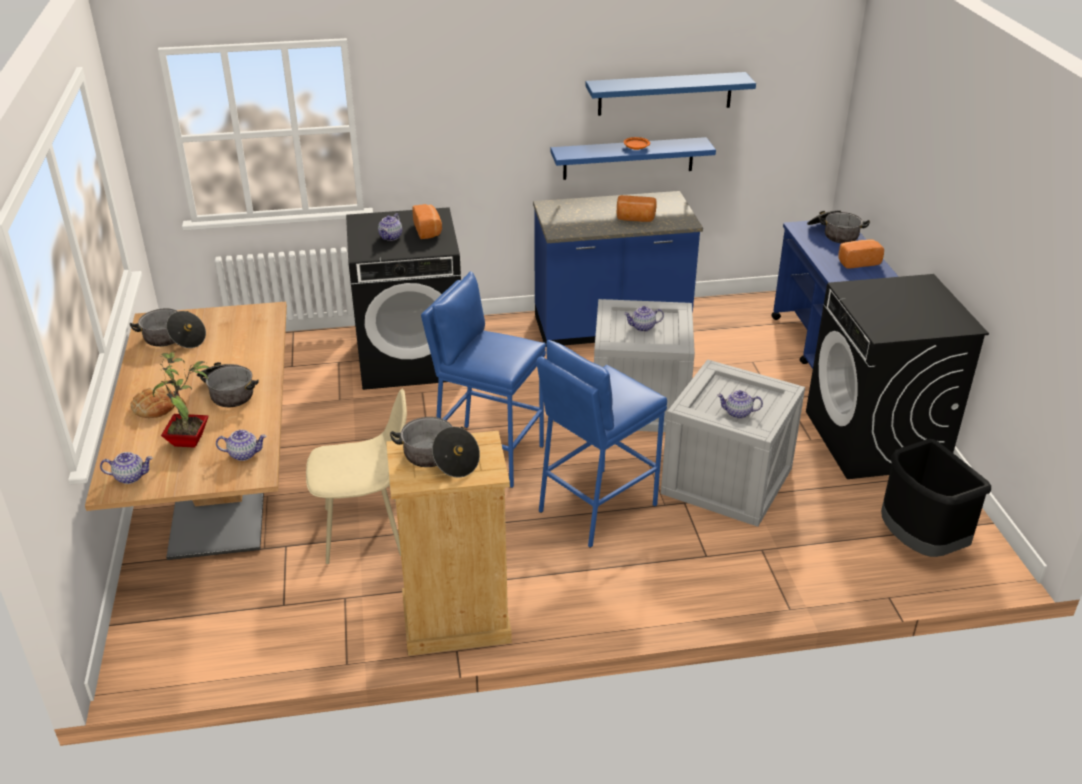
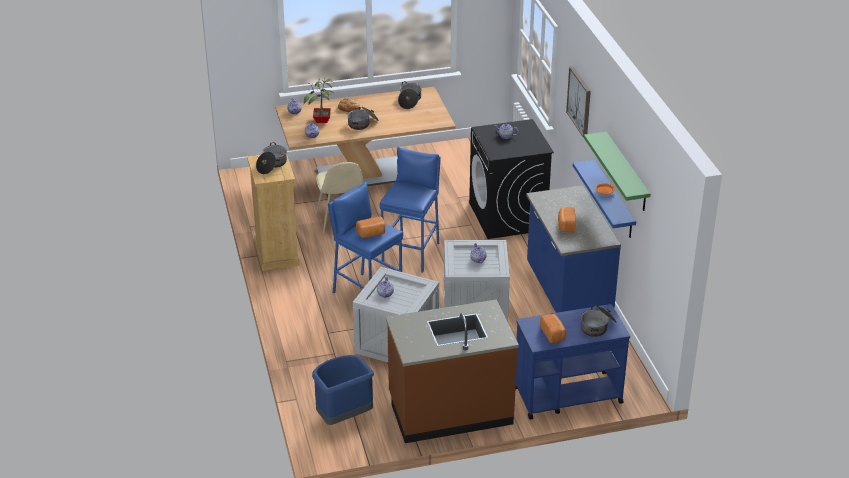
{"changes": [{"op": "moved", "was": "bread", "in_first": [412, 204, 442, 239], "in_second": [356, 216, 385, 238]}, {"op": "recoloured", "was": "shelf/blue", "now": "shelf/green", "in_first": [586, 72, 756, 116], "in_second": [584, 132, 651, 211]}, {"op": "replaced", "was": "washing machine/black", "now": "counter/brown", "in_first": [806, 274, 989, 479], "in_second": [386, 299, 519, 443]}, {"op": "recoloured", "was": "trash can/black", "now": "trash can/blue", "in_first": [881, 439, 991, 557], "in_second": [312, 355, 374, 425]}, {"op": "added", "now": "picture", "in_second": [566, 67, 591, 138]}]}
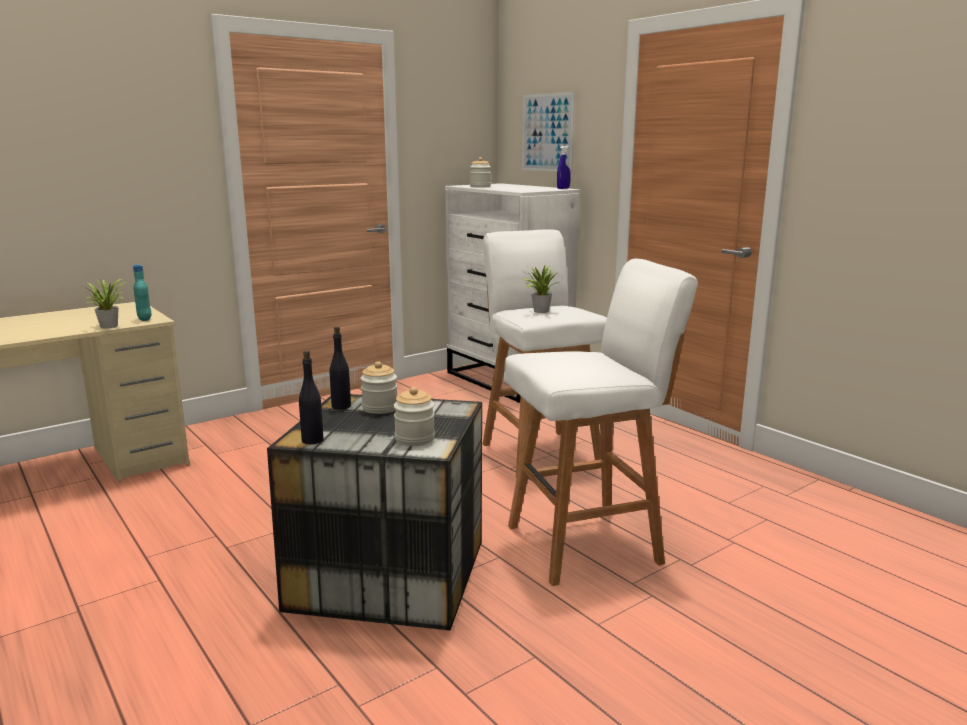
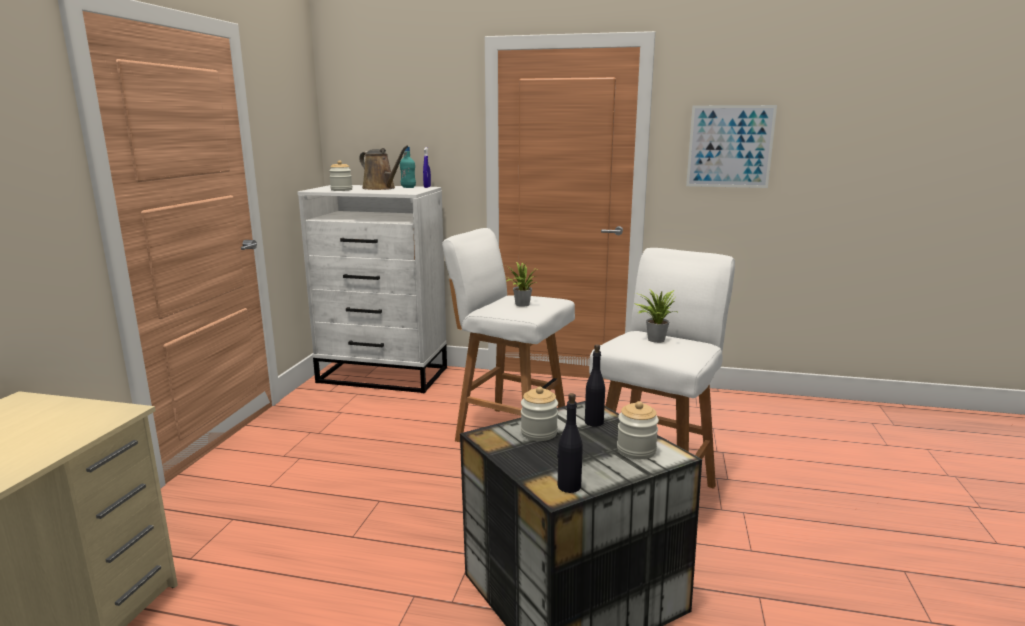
{"changes": [{"op": "moved", "was": "potted plant", "in_first": [86, 279, 128, 329], "in_second": [633, 289, 677, 343]}, {"op": "moved", "was": "bottle/turquoise", "in_first": [133, 265, 152, 321], "in_second": [400, 147, 416, 188]}, {"op": "moved", "was": "bottle/black", "in_first": [330, 326, 351, 410], "in_second": [585, 344, 605, 427]}, {"op": "moved", "was": "picture", "in_first": [522, 92, 575, 172], "in_second": [686, 105, 777, 188]}, {"op": "added", "now": "watering can/brown", "in_second": [359, 146, 408, 190]}]}
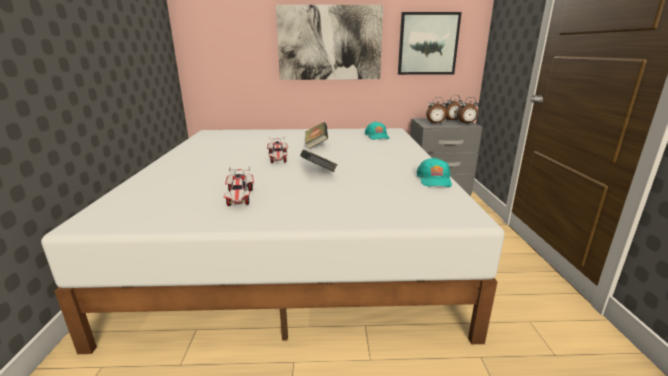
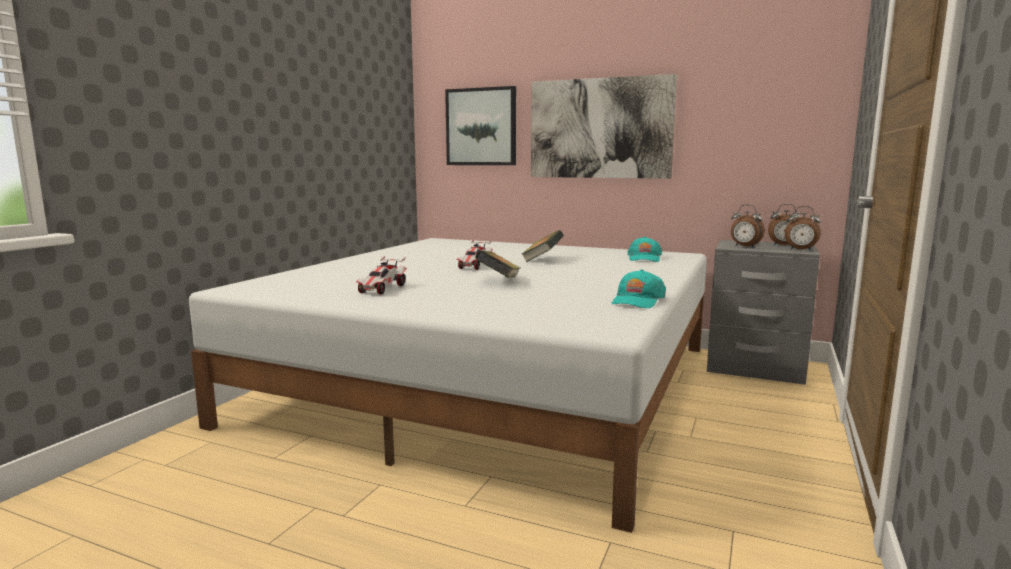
{"changes": [{"op": "moved", "was": "picture", "in_first": [398, 12, 462, 75], "in_second": [445, 86, 516, 165]}]}
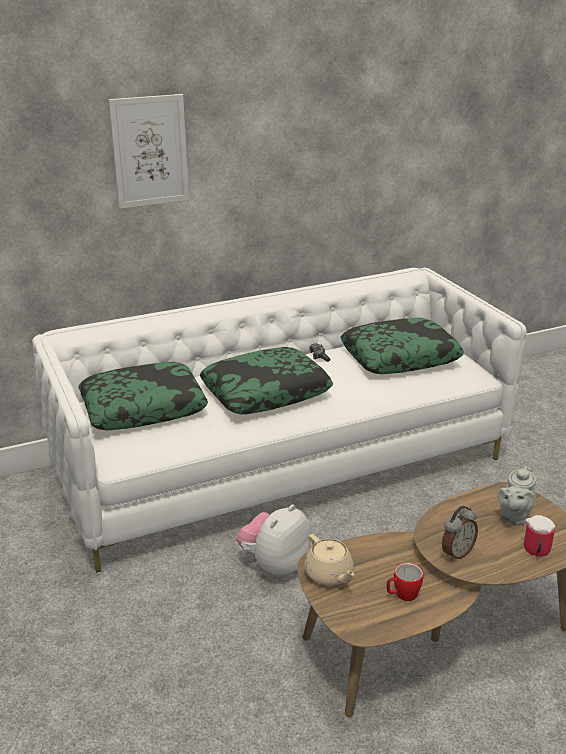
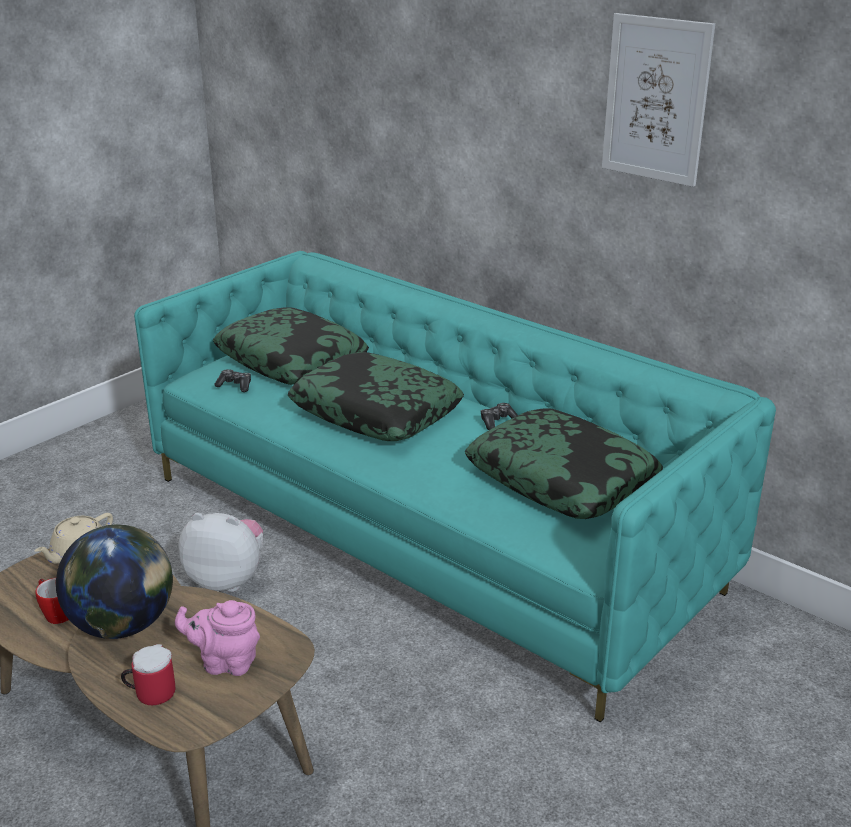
{"changes": [{"op": "recoloured", "was": "sofa/white", "now": "sofa/turquoise", "in_first": [32, 268, 527, 572], "in_second": [134, 251, 776, 722]}, {"op": "moved", "was": "picture", "in_first": [108, 94, 189, 209], "in_second": [602, 13, 715, 187]}, {"op": "replaced", "was": "alarm clock", "now": "globe", "in_first": [442, 506, 478, 561], "in_second": [56, 524, 173, 639]}, {"op": "recoloured", "was": "teapot/grey", "now": "teapot/pink", "in_first": [497, 466, 536, 526], "in_second": [175, 600, 260, 676]}, {"op": "added", "now": "game controller", "in_second": [214, 369, 251, 392]}]}
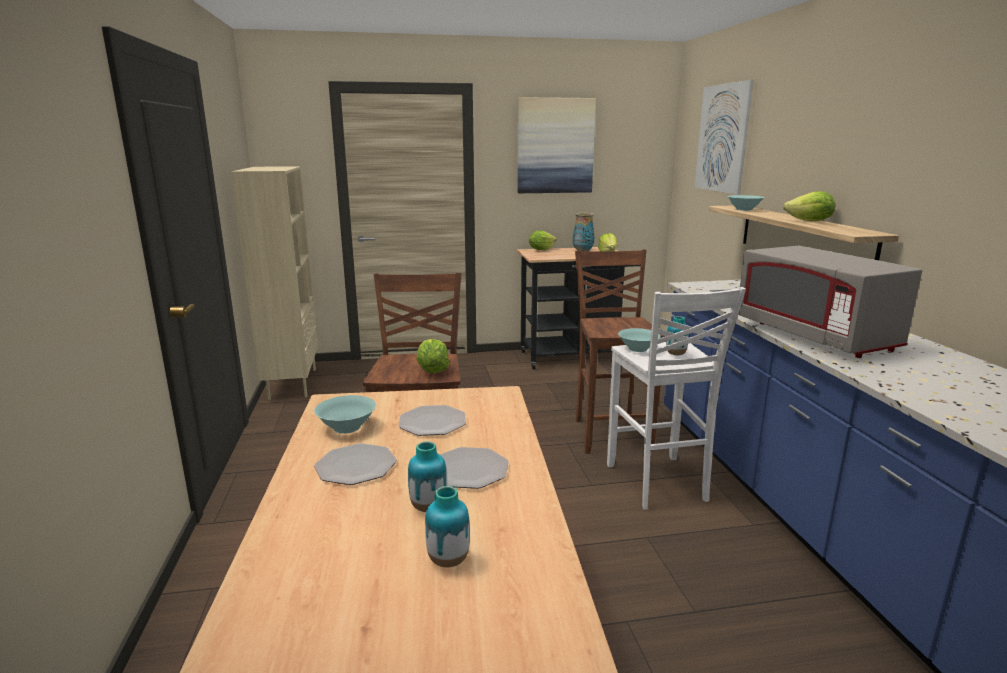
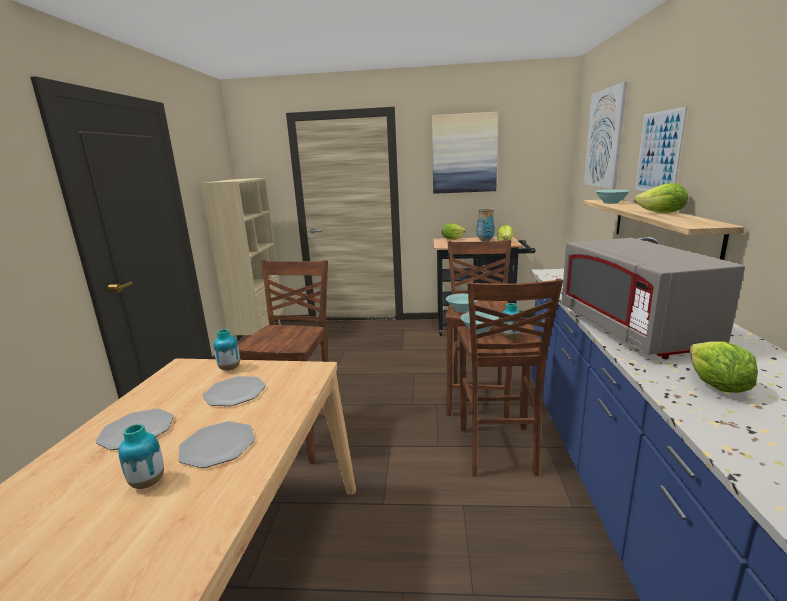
{"changes": [{"op": "moved", "was": "bowl/turquoise", "in_first": [314, 395, 376, 434], "in_second": [446, 294, 478, 312]}, {"op": "moved", "was": "lettuce", "in_first": [417, 339, 449, 373], "in_second": [690, 342, 758, 393]}, {"op": "moved", "was": "vase", "in_first": [425, 486, 470, 567], "in_second": [214, 329, 240, 371]}, {"op": "recoloured", "was": "stool/white", "now": "stool/brown", "in_first": [607, 287, 746, 510], "in_second": [457, 279, 563, 477]}, {"op": "added", "now": "picture", "in_second": [635, 106, 687, 191]}]}
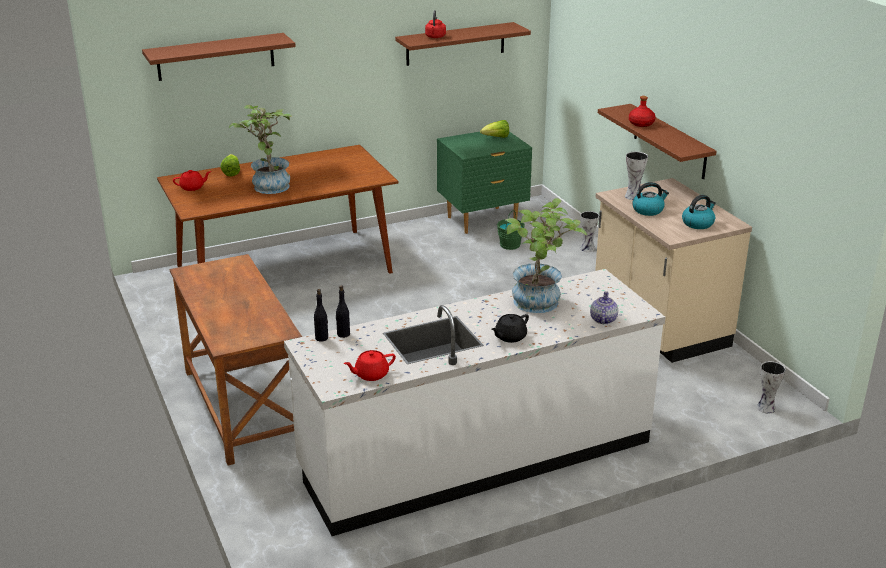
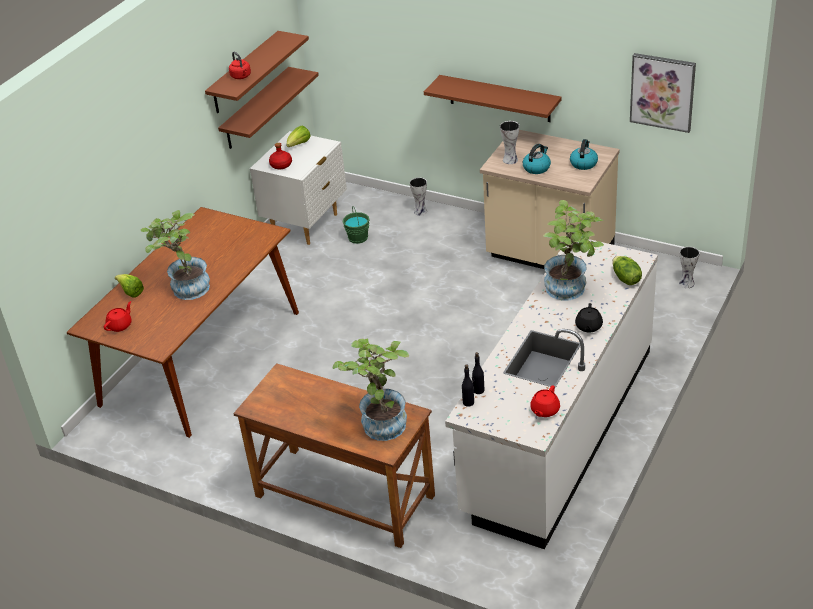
{"changes": [{"op": "moved", "was": "shelf/brown", "in_first": [142, 33, 296, 81], "in_second": [218, 67, 319, 149]}, {"op": "recoloured", "was": "nightstand/green", "now": "nightstand/white", "in_first": [437, 131, 532, 234], "in_second": [250, 131, 347, 245]}, {"op": "replaced", "was": "teapot", "now": "lettuce", "in_first": [590, 291, 618, 324], "in_second": [612, 256, 642, 285]}, {"op": "moved", "was": "bottle/red", "in_first": [629, 96, 655, 127], "in_second": [269, 143, 292, 169]}, {"op": "added", "now": "potted plant", "in_second": [333, 338, 409, 441]}, {"op": "added", "now": "picture", "in_second": [630, 53, 696, 133]}]}
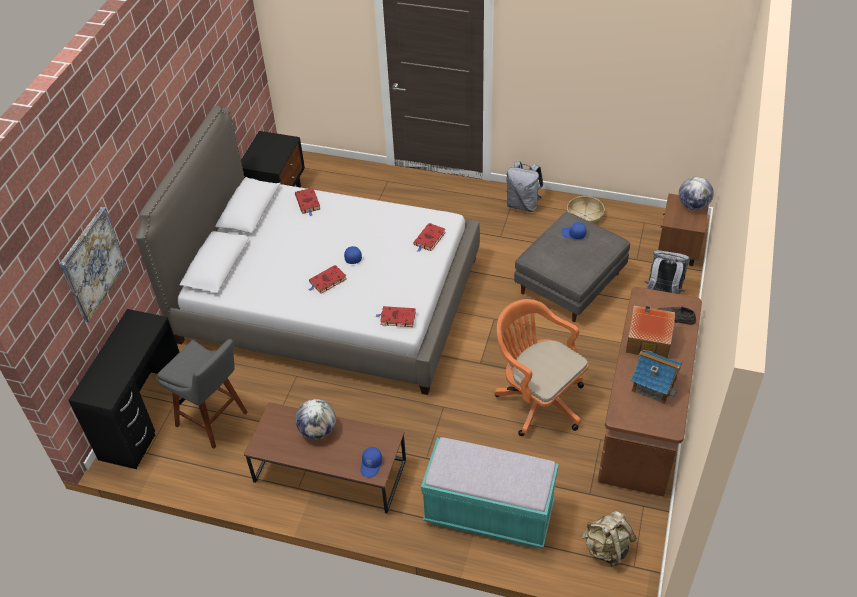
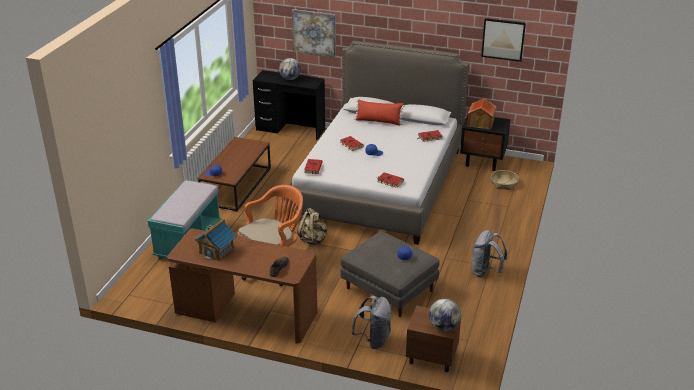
{"changes": [{"op": "removed", "was": "stool/grey", "in_first": [157, 339, 248, 449]}, {"op": "moved", "was": "globe", "in_first": [295, 399, 336, 439], "in_second": [279, 58, 301, 80]}, {"op": "moved", "was": "basket", "in_first": [567, 196, 605, 224], "in_second": [491, 170, 519, 190]}, {"op": "moved", "was": "backpack/beige", "in_first": [582, 511, 637, 567], "in_second": [297, 208, 328, 245]}, {"op": "moved", "was": "toy house", "in_first": [626, 306, 675, 358], "in_second": [467, 98, 497, 130]}, {"op": "added", "now": "pillow/red", "in_second": [354, 99, 405, 126]}, {"op": "added", "now": "picture", "in_second": [481, 18, 526, 62]}]}
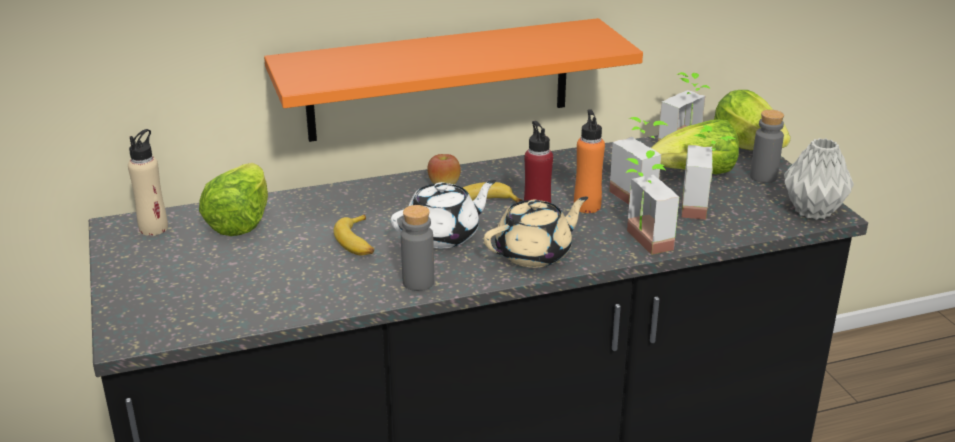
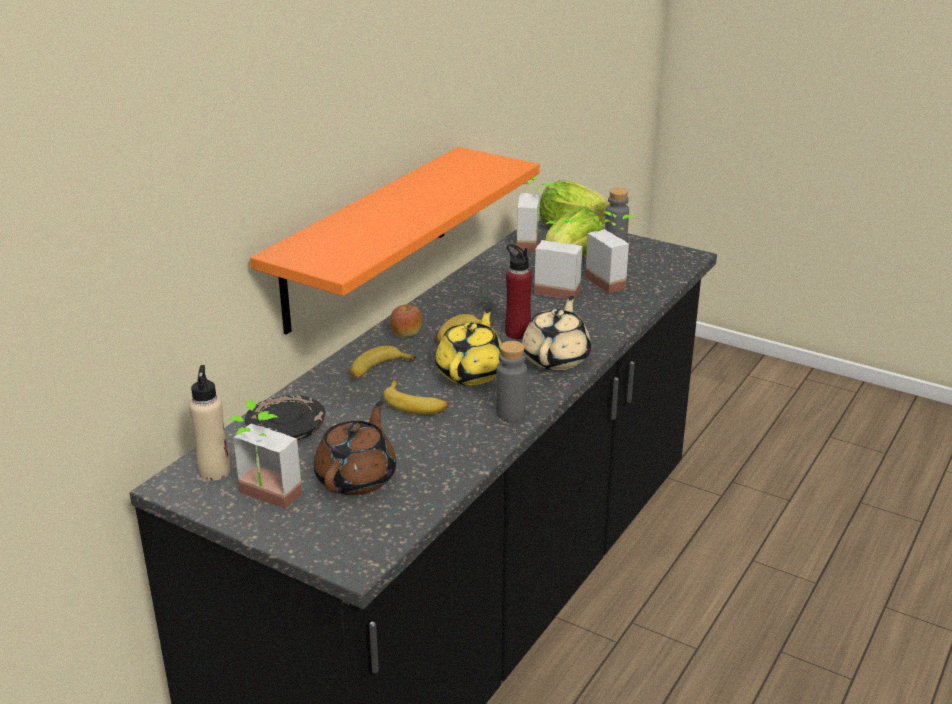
{"changes": [{"op": "replaced", "was": "lettuce", "now": "plate/black", "in_first": [199, 163, 268, 236], "in_second": [245, 395, 325, 440]}, {"op": "recoloured", "was": "teapot/white", "now": "teapot/yellow", "in_first": [391, 180, 496, 249], "in_second": [435, 308, 502, 385]}, {"op": "removed", "was": "bottle/orange", "in_first": [574, 109, 605, 213]}, {"op": "moved", "was": "potted plant", "in_first": [625, 150, 679, 255], "in_second": [228, 400, 302, 509]}, {"op": "removed", "was": "vase/grey", "in_first": [784, 138, 854, 220]}, {"op": "added", "now": "teapot/brown", "in_second": [314, 401, 396, 495]}, {"op": "added", "now": "banana", "in_second": [350, 346, 416, 379]}]}
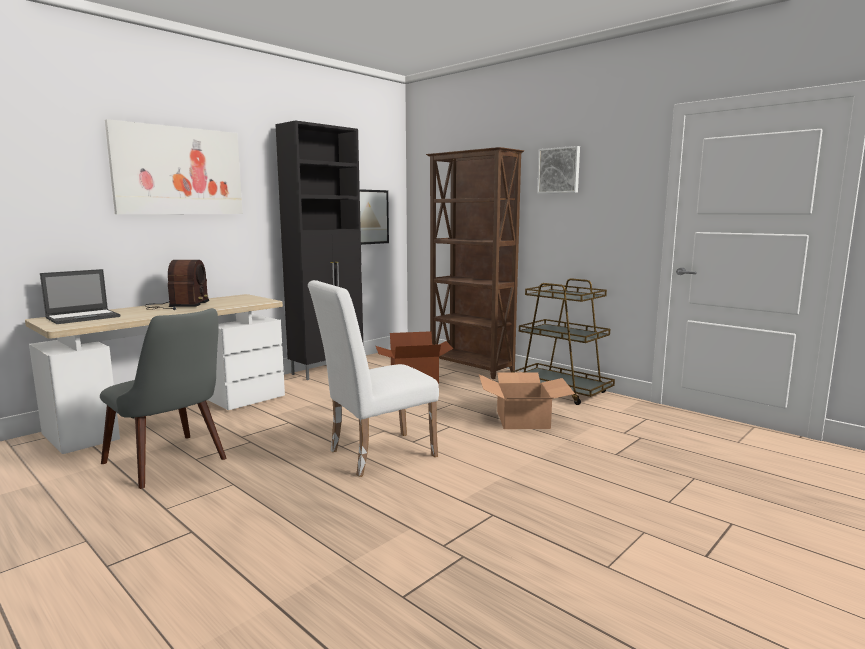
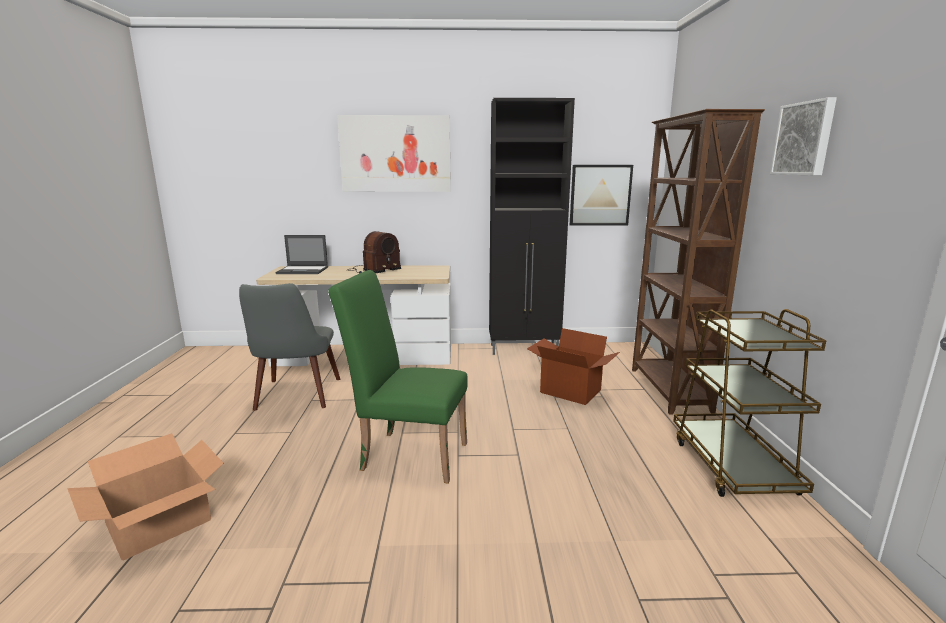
{"changes": [{"op": "recoloured", "was": "chair/white", "now": "chair/green", "in_first": [308, 280, 439, 477], "in_second": [328, 270, 468, 484]}, {"op": "moved", "was": "cardboard box", "in_first": [479, 372, 575, 429], "in_second": [67, 433, 224, 561]}]}
